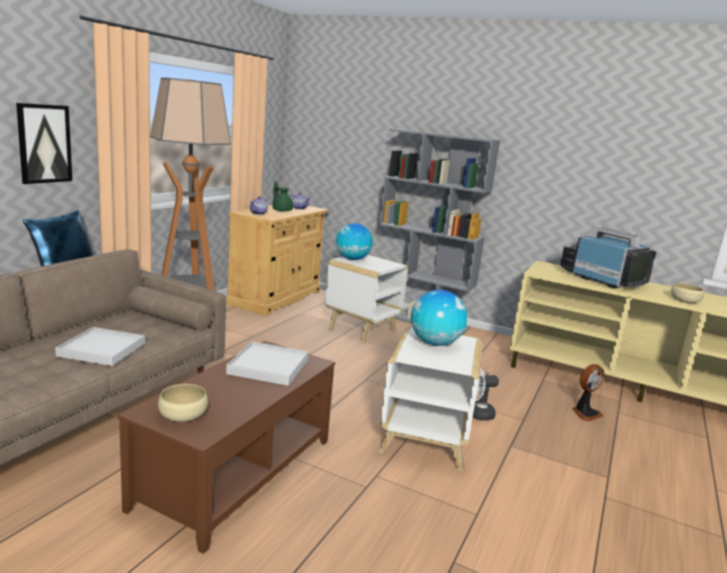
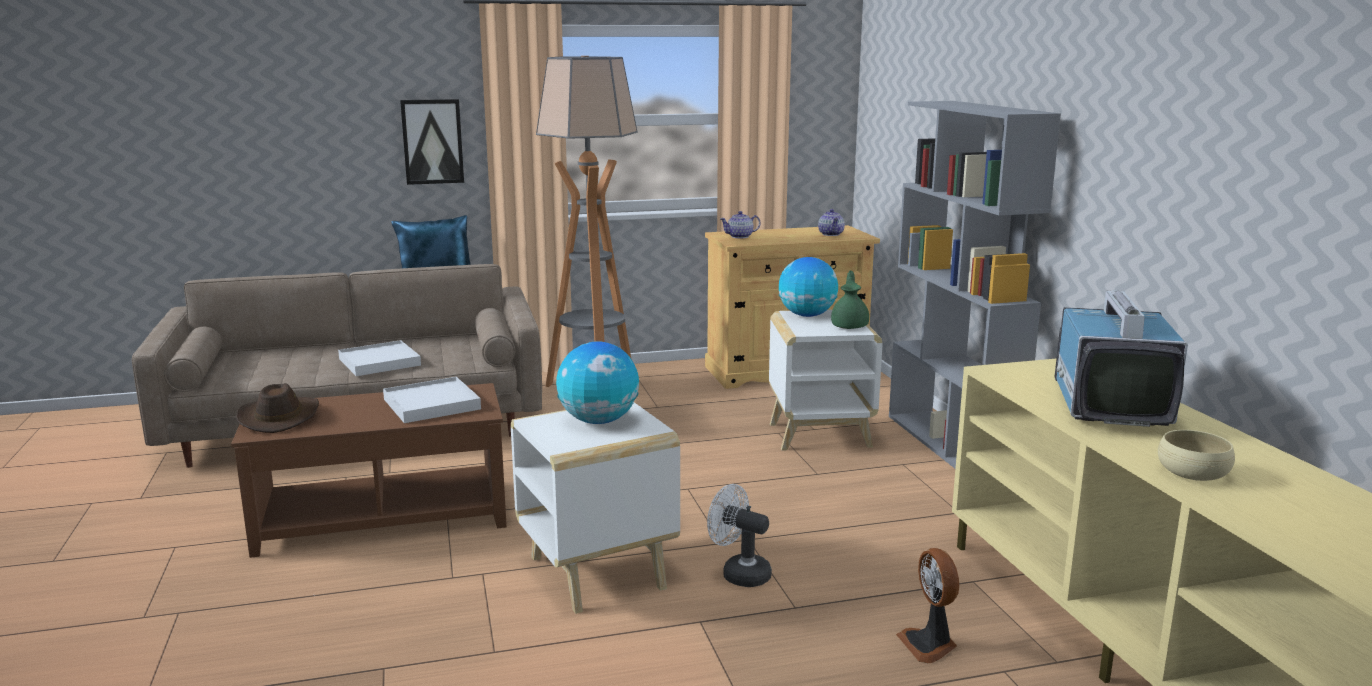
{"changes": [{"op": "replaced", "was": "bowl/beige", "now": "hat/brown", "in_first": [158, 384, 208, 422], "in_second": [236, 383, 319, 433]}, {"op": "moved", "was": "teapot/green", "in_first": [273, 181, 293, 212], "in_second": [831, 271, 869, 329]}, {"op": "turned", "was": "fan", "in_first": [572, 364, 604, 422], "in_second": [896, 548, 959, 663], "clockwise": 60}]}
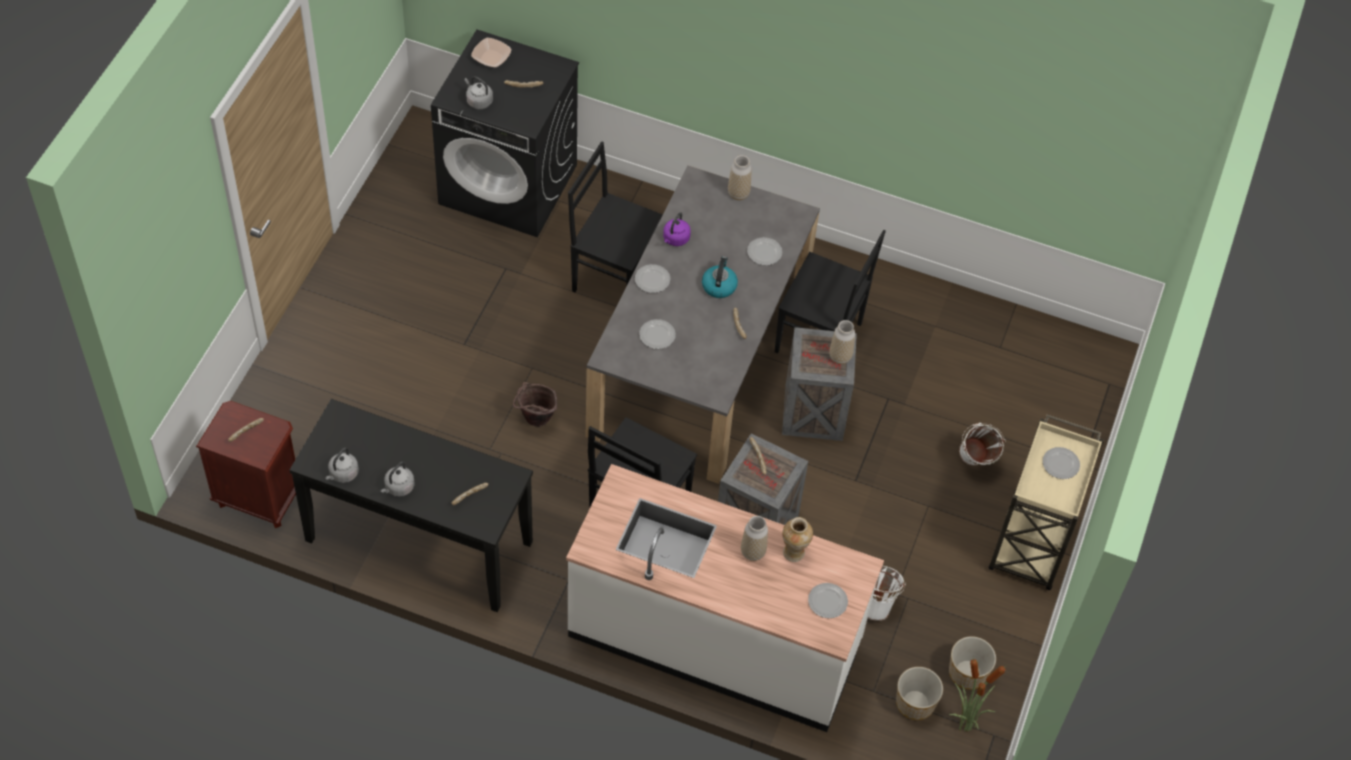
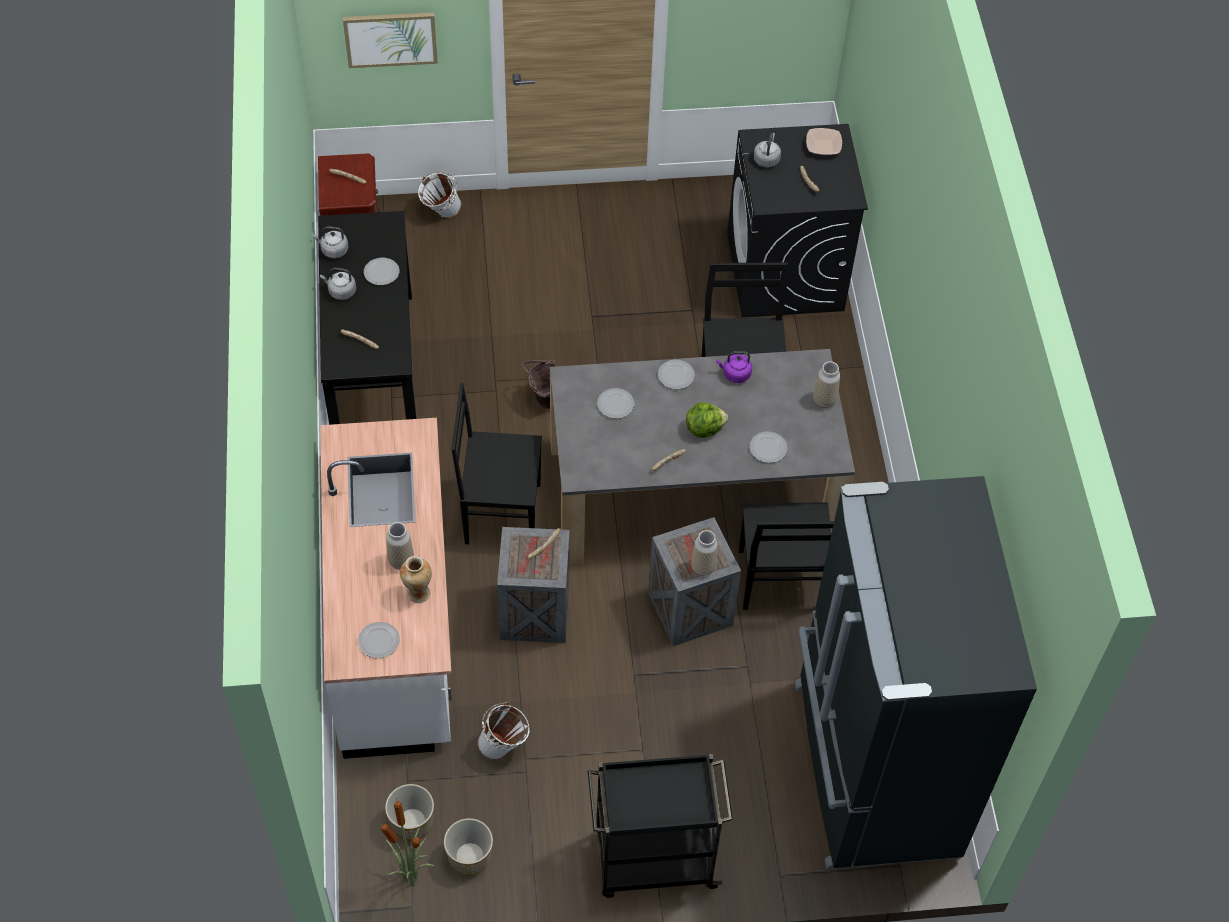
{"changes": [{"op": "replaced", "was": "kettle", "now": "lettuce", "in_first": [702, 256, 738, 298], "in_second": [686, 403, 728, 438]}, {"op": "moved", "was": "bucket/white", "in_first": [959, 423, 1005, 466], "in_second": [418, 172, 461, 218]}, {"op": "recoloured", "was": "cart/beige", "now": "cart/black", "in_first": [989, 414, 1104, 590], "in_second": [588, 754, 733, 898]}, {"op": "moved", "was": "plate", "in_first": [1043, 447, 1080, 479], "in_second": [364, 258, 400, 285]}, {"op": "added", "now": "picture", "in_second": [343, 12, 438, 68]}, {"op": "added", "now": "fridge/black", "in_second": [795, 476, 1037, 869]}]}
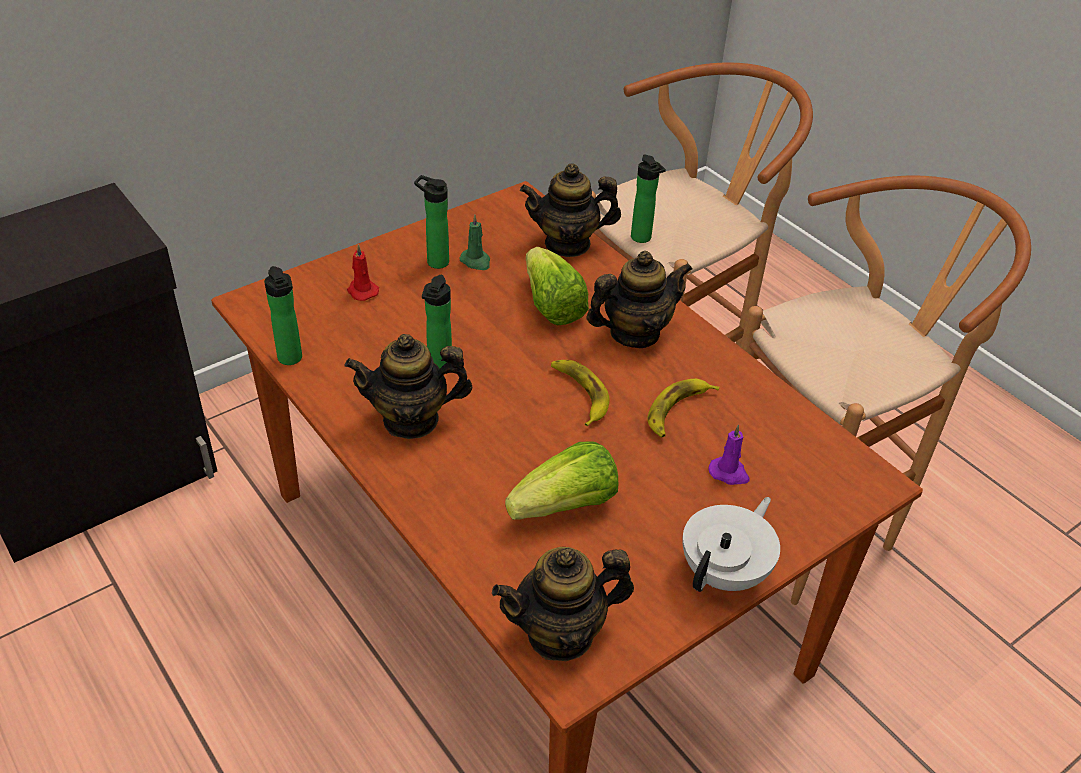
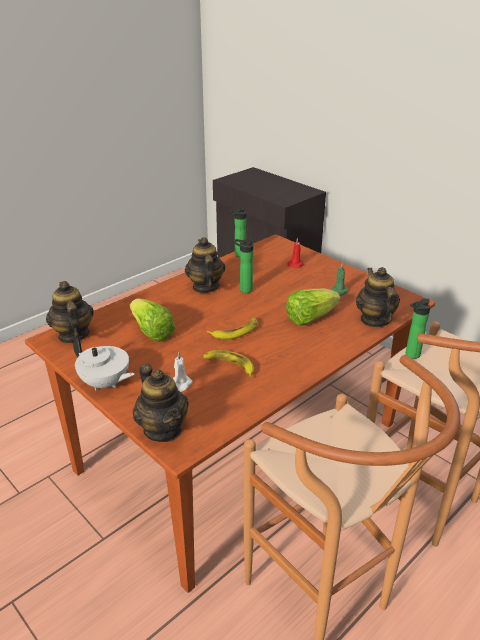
{"changes": [{"op": "removed", "was": "bottle", "in_first": [414, 175, 449, 269]}, {"op": "moved", "was": "teapot", "in_first": [586, 251, 693, 348], "in_second": [133, 364, 189, 442]}, {"op": "recoloured", "was": "candle/purple", "now": "candle/white", "in_first": [708, 424, 750, 485], "in_second": [173, 351, 192, 392]}]}
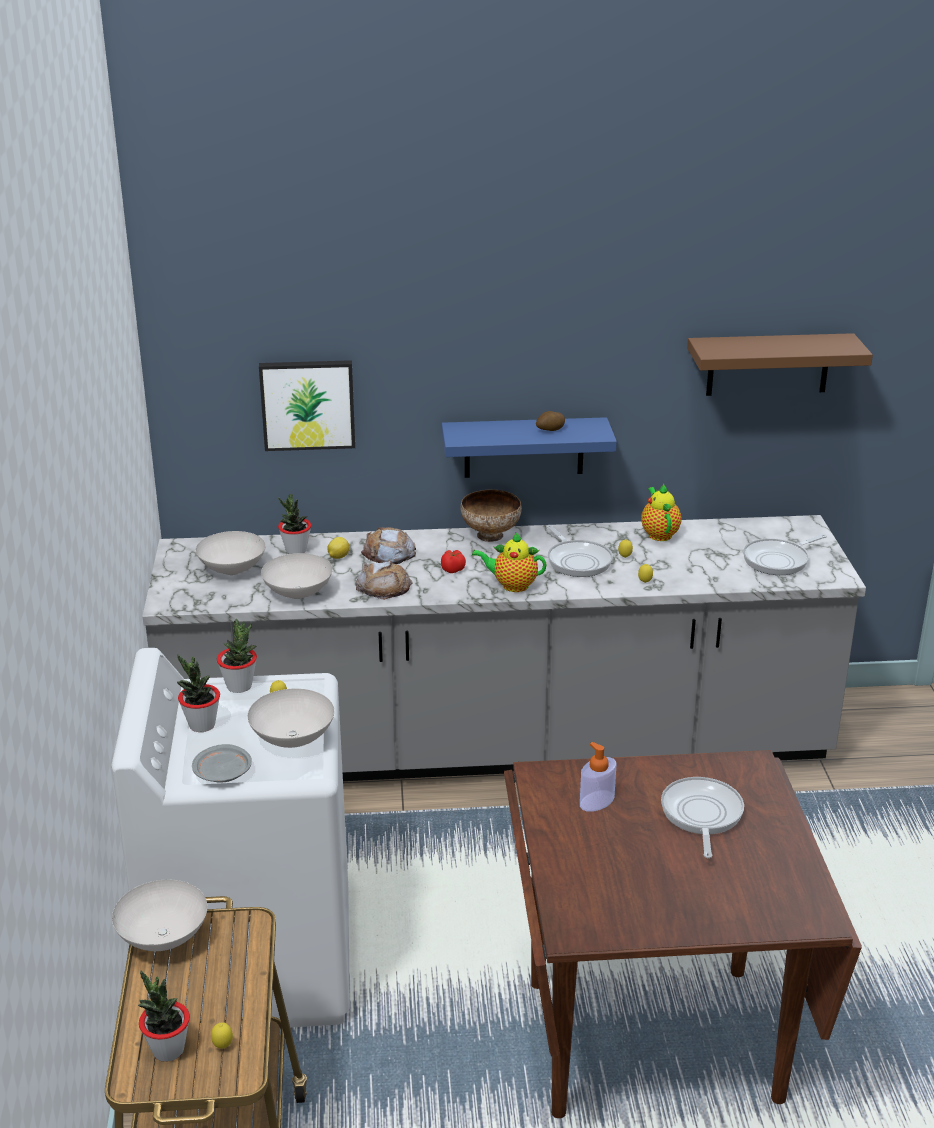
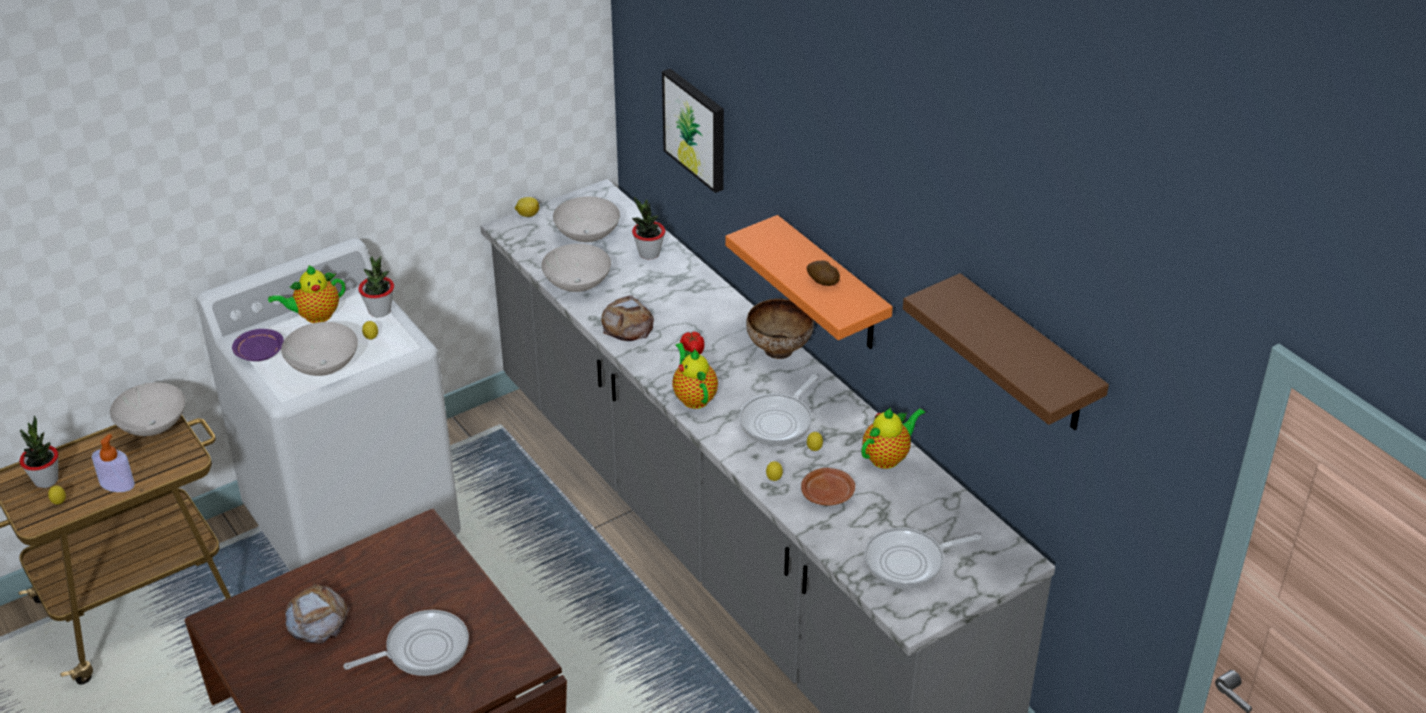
{"changes": [{"op": "replaced", "was": "potted plant", "now": "teapot", "in_first": [177, 654, 220, 732], "in_second": [268, 265, 345, 323]}, {"op": "recoloured", "was": "plate/grey", "now": "plate/purple", "in_first": [192, 744, 252, 783], "in_second": [232, 329, 284, 361]}, {"op": "moved", "was": "lemon", "in_first": [327, 537, 349, 559], "in_second": [515, 197, 539, 217]}, {"op": "moved", "was": "bread", "in_first": [361, 527, 416, 564], "in_second": [285, 583, 350, 644]}, {"op": "recoloured", "was": "shelf/blue", "now": "shelf/orange", "in_first": [442, 417, 617, 478], "in_second": [725, 215, 893, 349]}, {"op": "moved", "was": "soap dispenser", "in_first": [580, 742, 616, 812], "in_second": [92, 434, 135, 492]}, {"op": "turned", "was": "frying pan", "in_first": [743, 534, 827, 575], "in_second": [864, 528, 981, 589], "clockwise": -45}, {"op": "added", "now": "plate/brown", "in_second": [801, 468, 855, 506]}]}
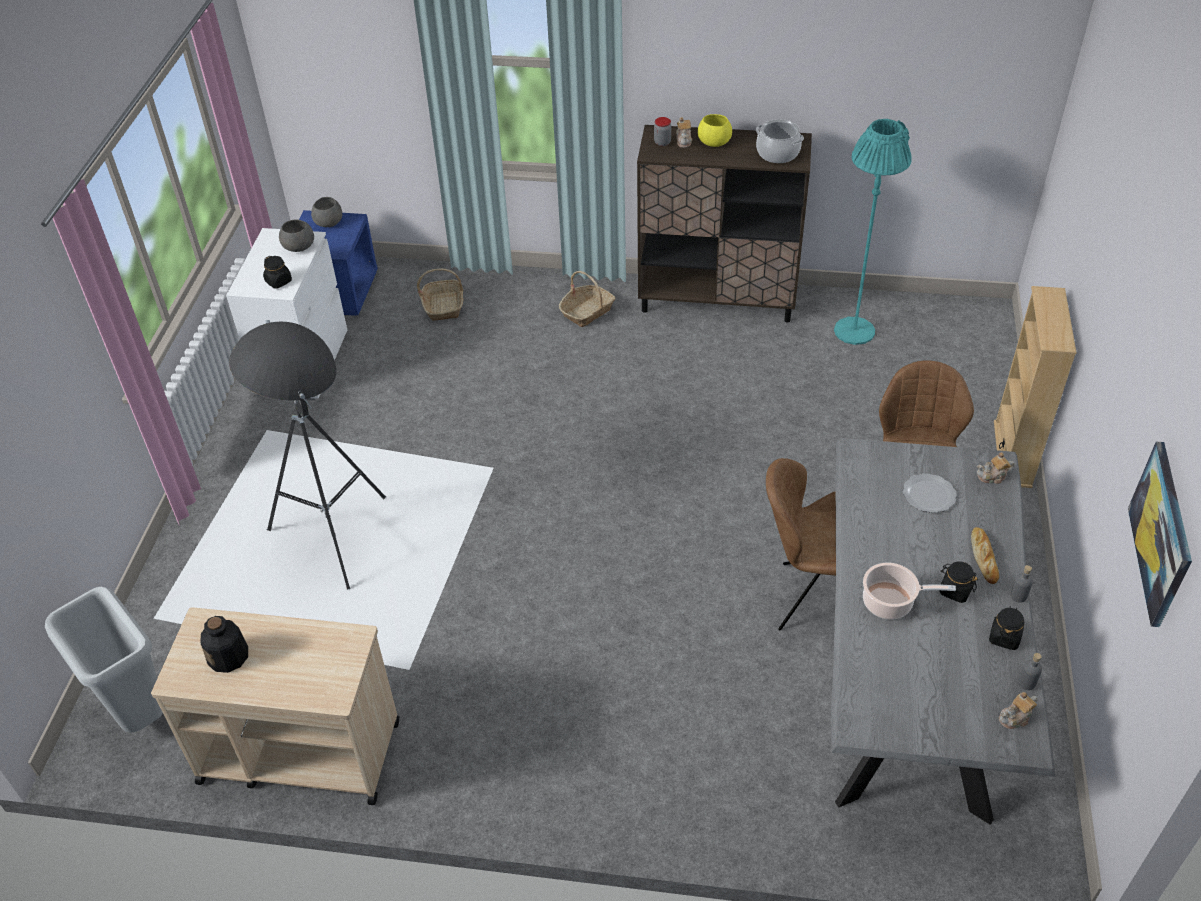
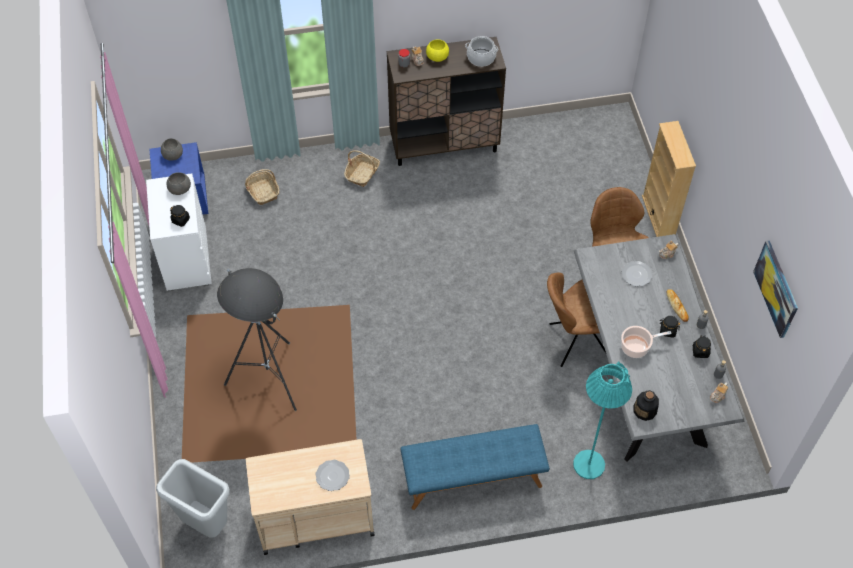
{"changes": [{"op": "recoloured", "was": "floor lamp/white", "now": "floor lamp/brown", "in_first": [153, 320, 494, 670], "in_second": [182, 268, 357, 463]}, {"op": "moved", "was": "bottle", "in_first": [201, 616, 248, 673], "in_second": [634, 390, 659, 421]}, {"op": "moved", "was": "floor lamp/turquoise", "in_first": [834, 119, 912, 345], "in_second": [573, 361, 632, 479]}, {"op": "added", "now": "plate", "in_second": [315, 460, 350, 491]}, {"op": "added", "now": "bench/blue", "in_second": [400, 424, 550, 510]}]}
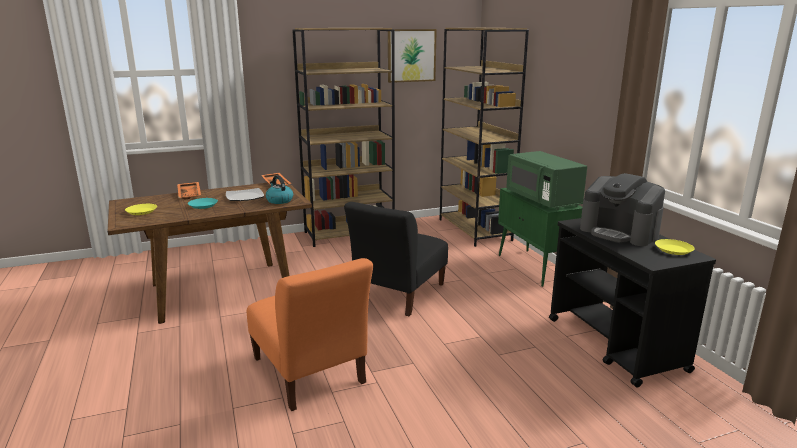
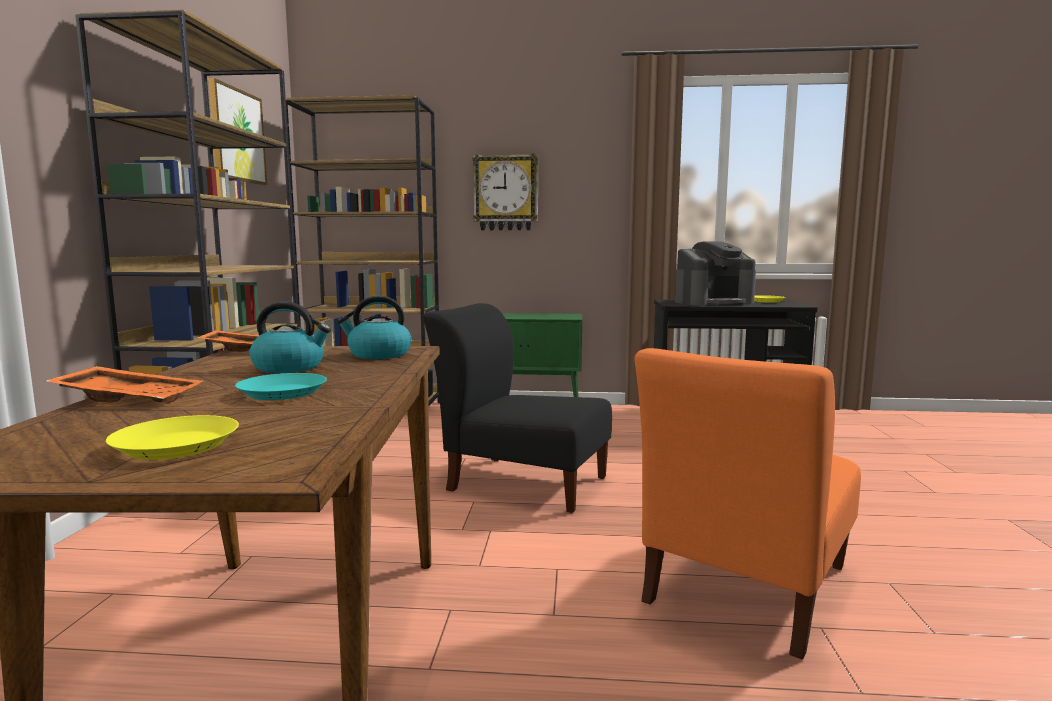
{"changes": [{"op": "replaced", "was": "plate", "now": "kettle", "in_first": [226, 188, 264, 201], "in_second": [250, 302, 331, 373]}, {"op": "turned", "was": "chair/orange", "in_first": [247, 258, 373, 411], "in_second": [635, 348, 861, 659], "clockwise": 135}, {"op": "turned", "was": "chair/black", "in_first": [344, 202, 448, 316], "in_second": [423, 303, 612, 513], "clockwise": 150}, {"op": "removed", "was": "microwave/green", "in_first": [506, 151, 587, 210]}, {"op": "added", "now": "wall clock", "in_second": [473, 154, 538, 230]}]}
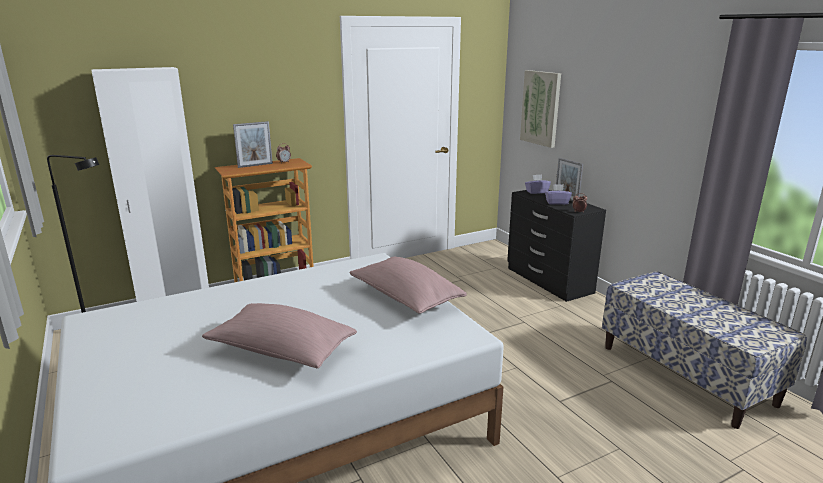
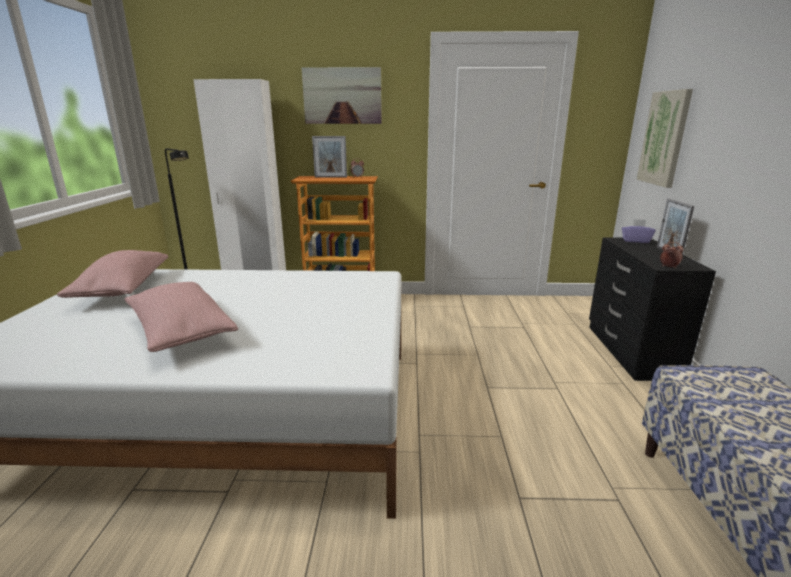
{"changes": [{"op": "moved", "was": "pillow/pink", "in_first": [349, 257, 467, 314], "in_second": [57, 250, 168, 298]}, {"op": "removed", "was": "tissue box/purple", "in_first": [545, 184, 572, 205]}, {"op": "added", "now": "picture", "in_second": [302, 67, 382, 124]}]}
